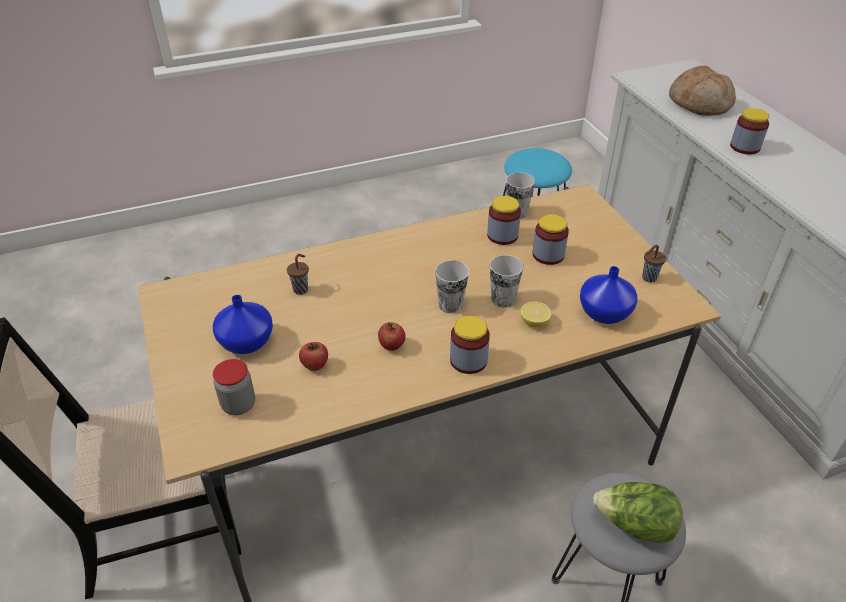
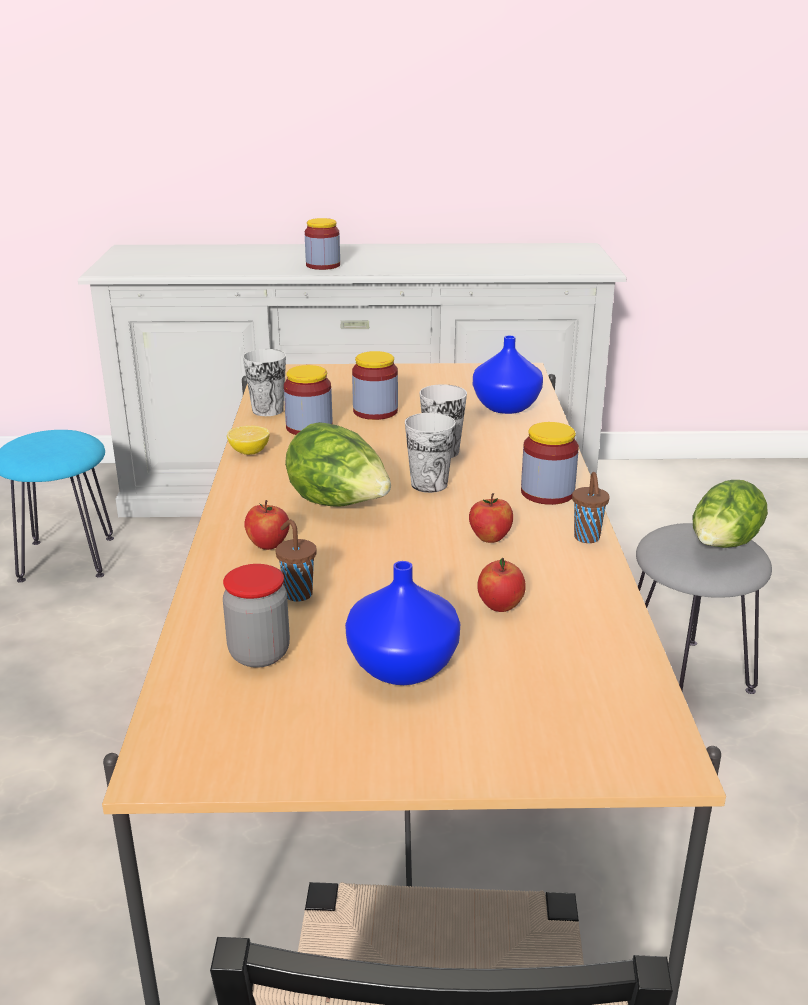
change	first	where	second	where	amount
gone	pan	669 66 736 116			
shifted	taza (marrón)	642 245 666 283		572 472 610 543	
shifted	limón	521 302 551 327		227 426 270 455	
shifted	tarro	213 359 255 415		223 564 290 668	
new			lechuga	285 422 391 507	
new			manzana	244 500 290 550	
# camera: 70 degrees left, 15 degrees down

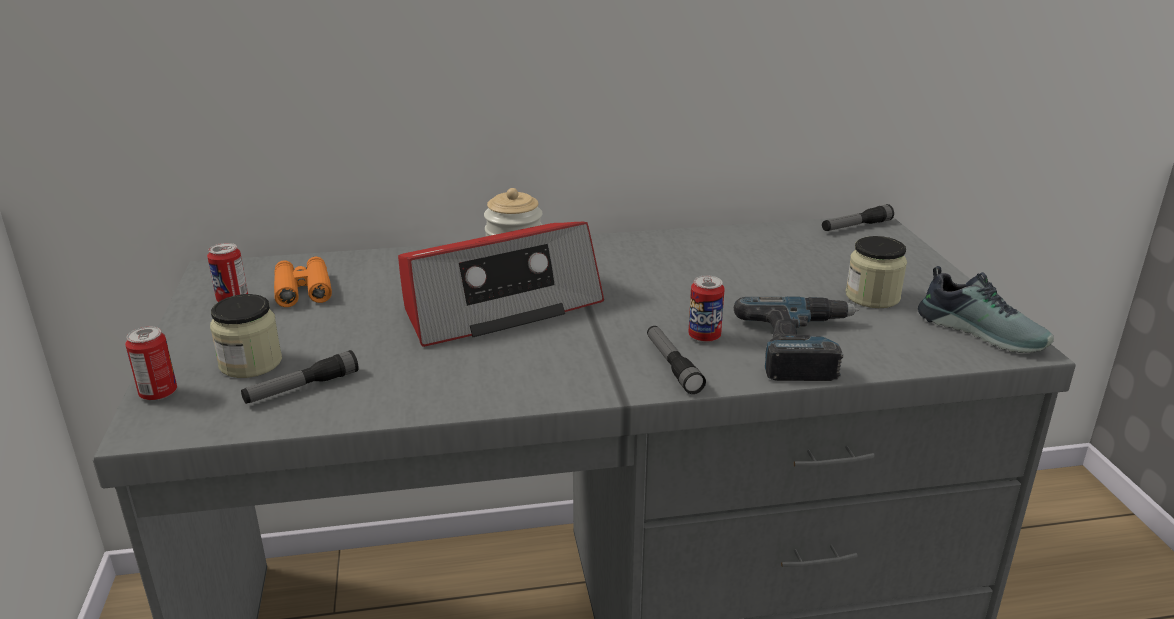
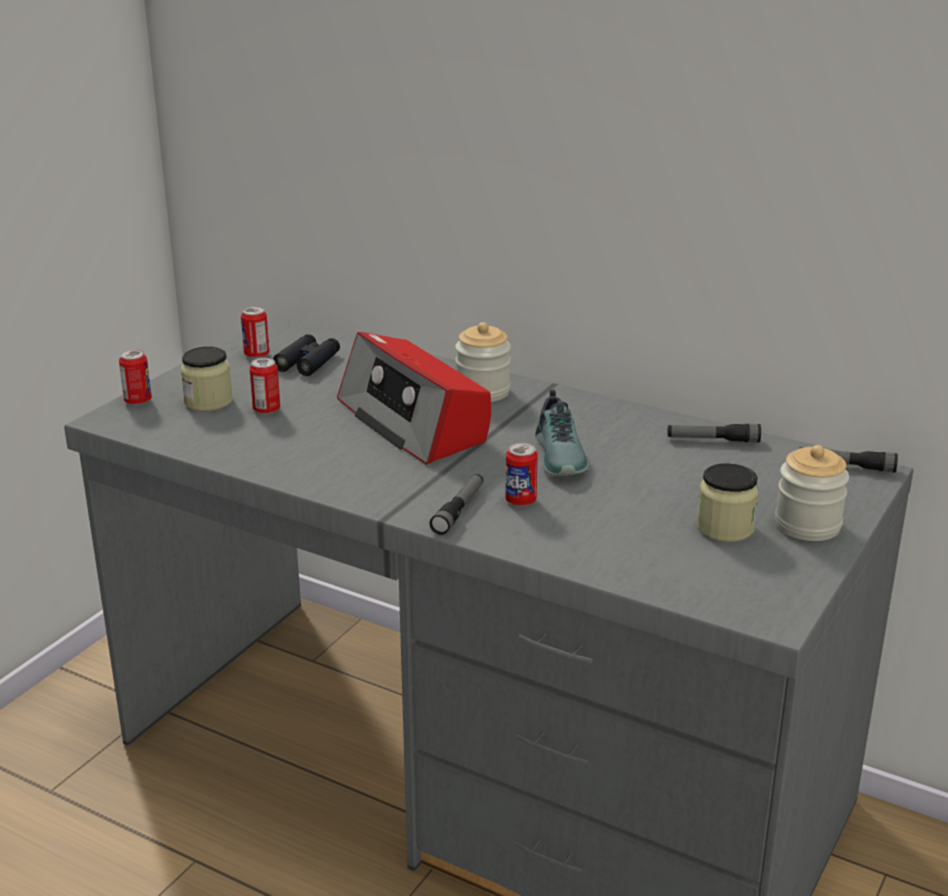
change	first	where	second	where	amount
rotated	radio	398 221 604 347		337 332 491 465	45 degrees clockwise
repainted	prismáticos (naranja)	274 257 332 307	prismáticos (negro)	273 334 340 376	
shifted	zapato	918 266 1054 353		535 390 589 476	
gone	taladro	734 296 859 381			
shifted	linterna	241 350 359 404		668 424 761 442	
new			lata	249 358 280 414	
new			tarro	775 445 849 541	
# camera: 40 degrees right, 0 degrees up

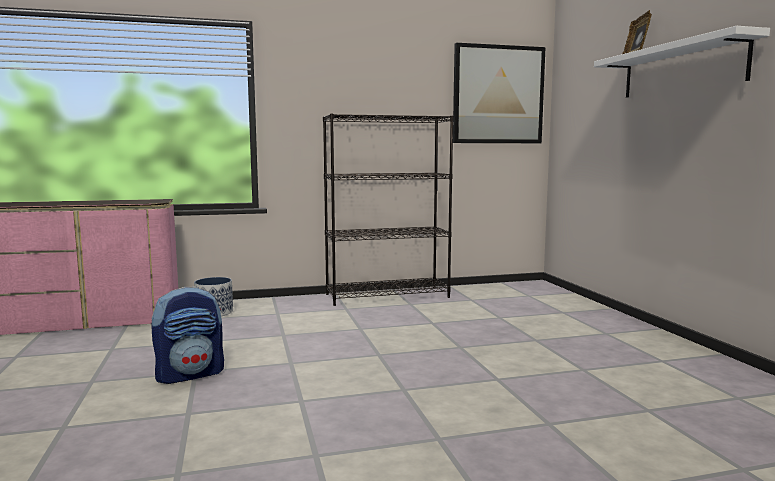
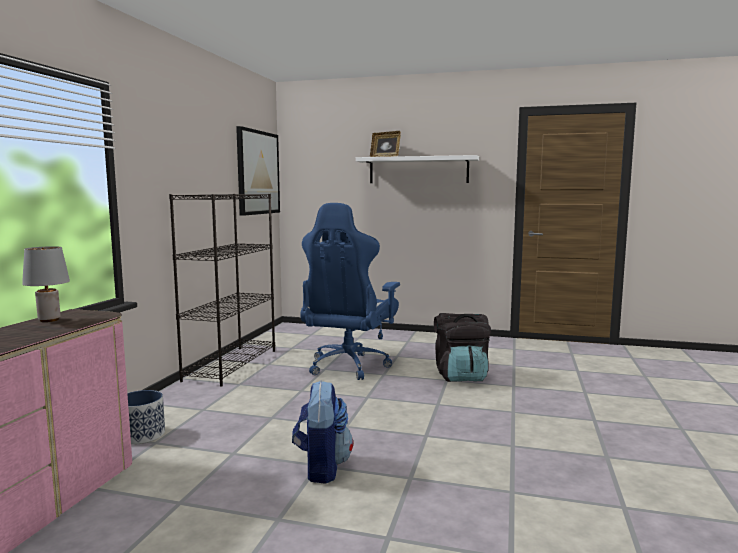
change	first	where	second	where	amount
new			silla de oficina (azul)	300 203 400 380	
new			lámpara de mesa (gris)	22 246 70 322	
new			mochila (negro)	434 313 491 382	
# camera: 60 degrees left, 0 degrees up

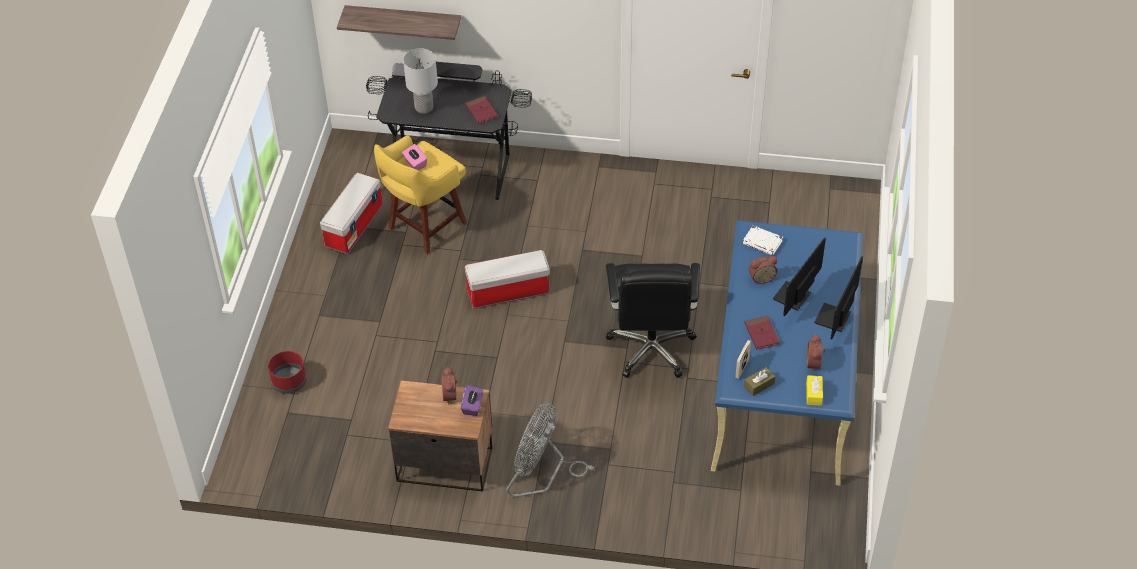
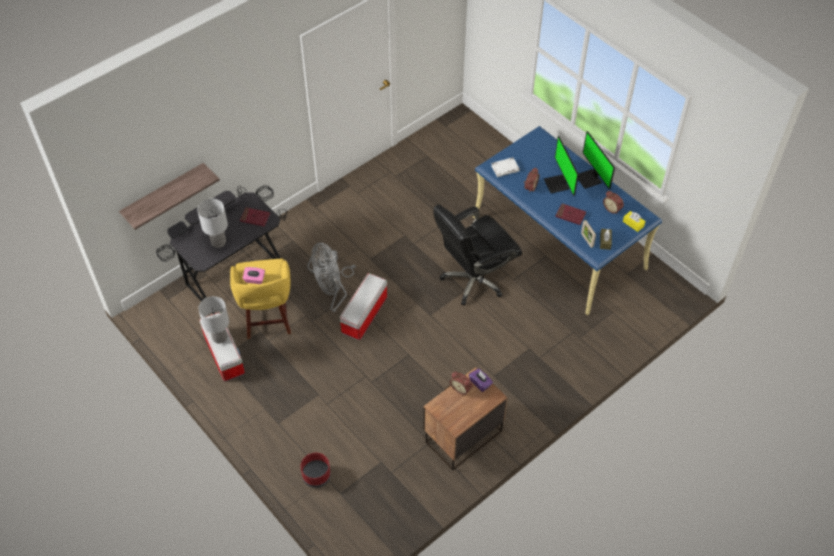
change	first	where	second	where	amount
rotated	silla de oficina (negro)	606 263 700 378		433 205 522 306	105 degrees clockwise
shifted	ventilador (gris)	506 403 595 498		307 242 357 312	
new			lámpara de mesa (gris)	198 296 229 344	
# camera: 50 degrees left, 5 degrees up

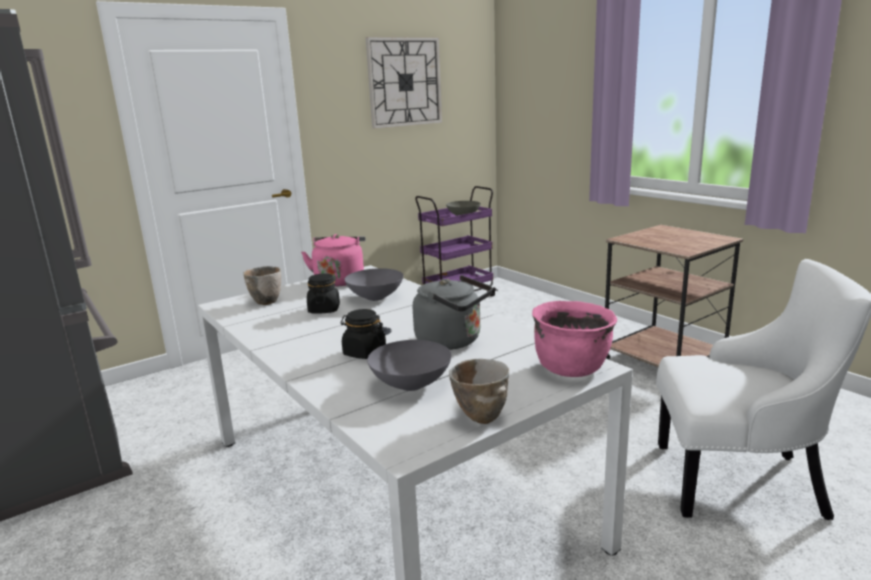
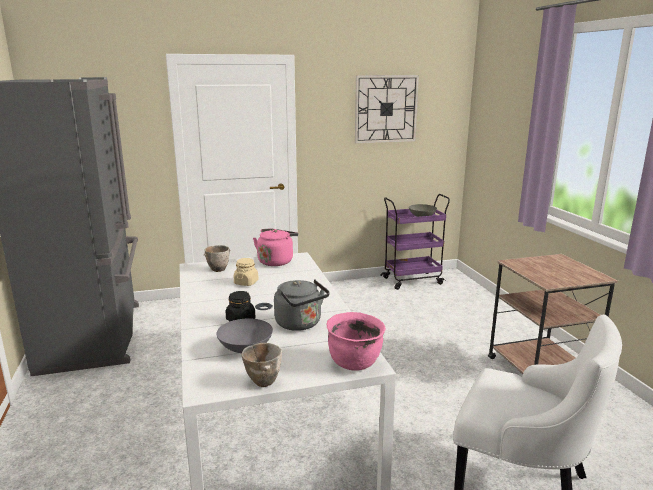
change	first	where	second	where	amount
gone	cuenco (gris)	345 268 404 301			
repainted	tarro (negro)	307 274 340 314	tarro (beis)	233 258 259 286	
# camera: 20 degrees right, 0 degrees up

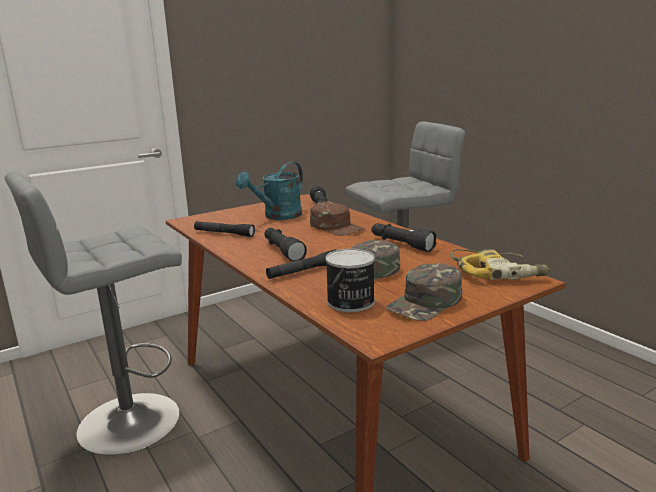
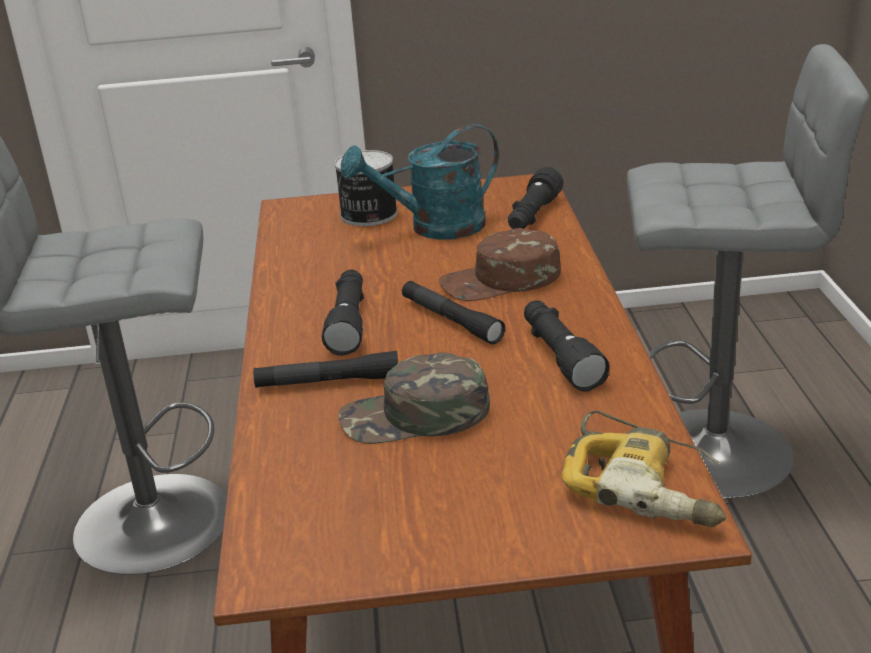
change	first	where	second	where	amount
rotated	gorra (marrón)	310 202 365 236		439 228 561 301	90 degrees clockwise
shifted	linterna (negro)	194 221 255 237		402 281 505 344	
shifted	lata	326 249 375 312		334 150 398 226	
gone	gorra (verde)	386 263 462 321			
# camera: 30 degrees right, 10 degrees up

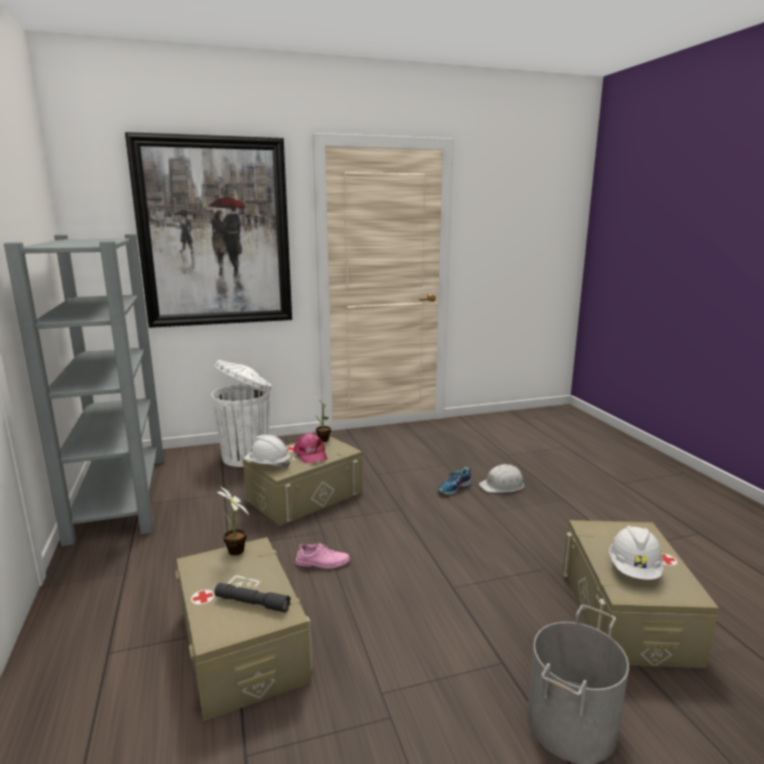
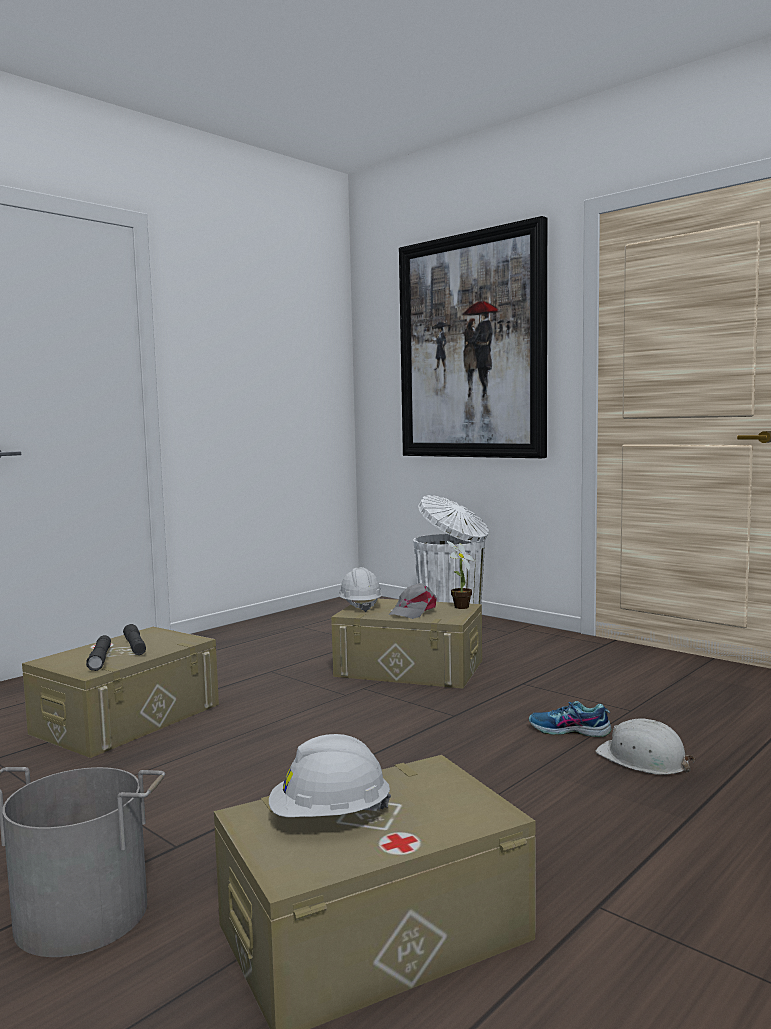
change	first	where	second	where	amount
gone	estantería (gris)	4 234 164 546			
repainted	gorra (rosa)	294 433 327 463	gorra (gris)	389 583 436 619	
gone	planta en maceta	217 486 250 555			
gone	zapato (rosa)	295 543 350 569			
new			linterna (gris)	123 624 146 655	
# camera: 60 degrees right, 10 degrees down

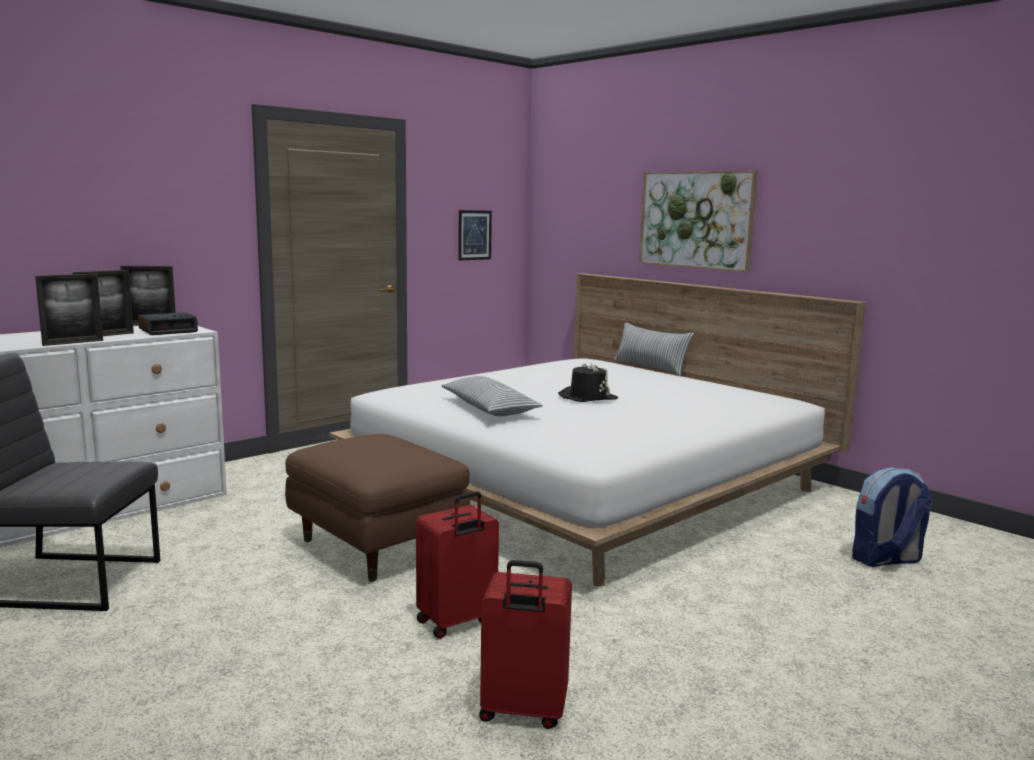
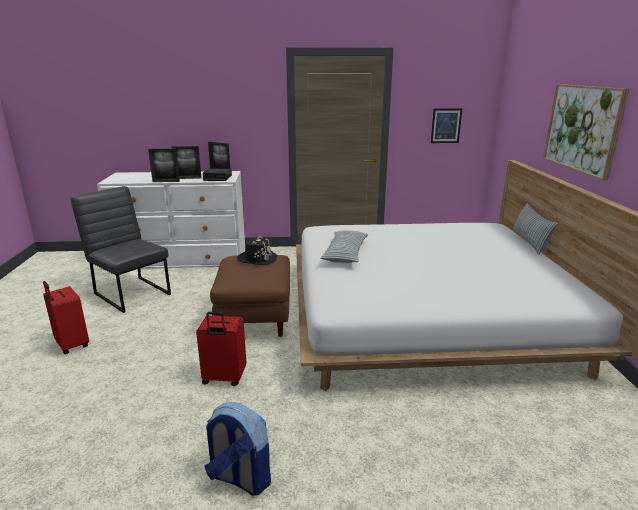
change	first	where	second	where	amount
shifted	sombrero (negro)	558 363 618 402		237 236 277 265	
shifted	mochila	852 467 931 567		204 402 271 496	
shifted	maleta (rojo)	479 560 572 729		43 281 89 354	
# camera: 40 degrees right, 10 degrees up

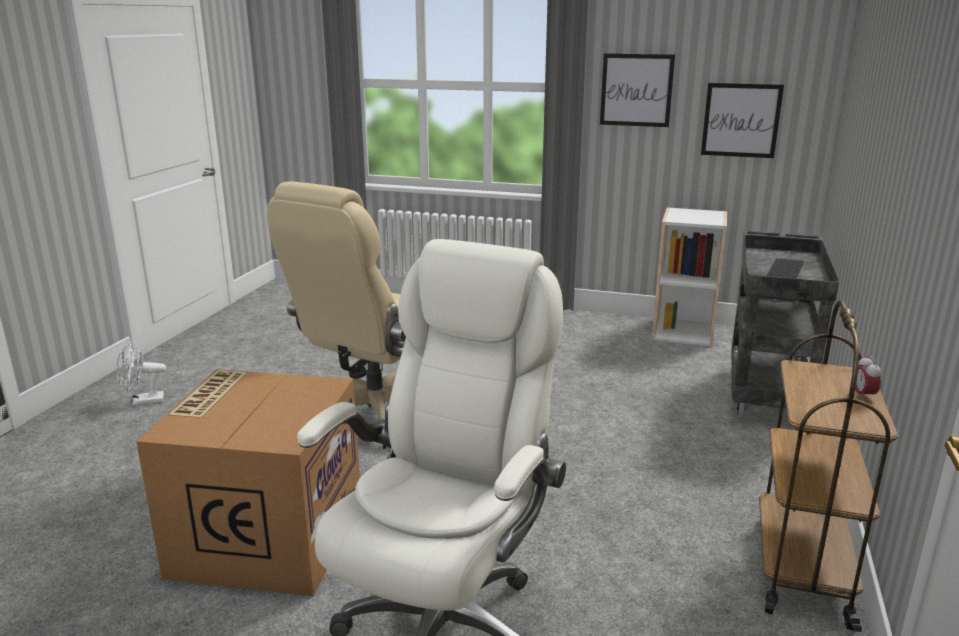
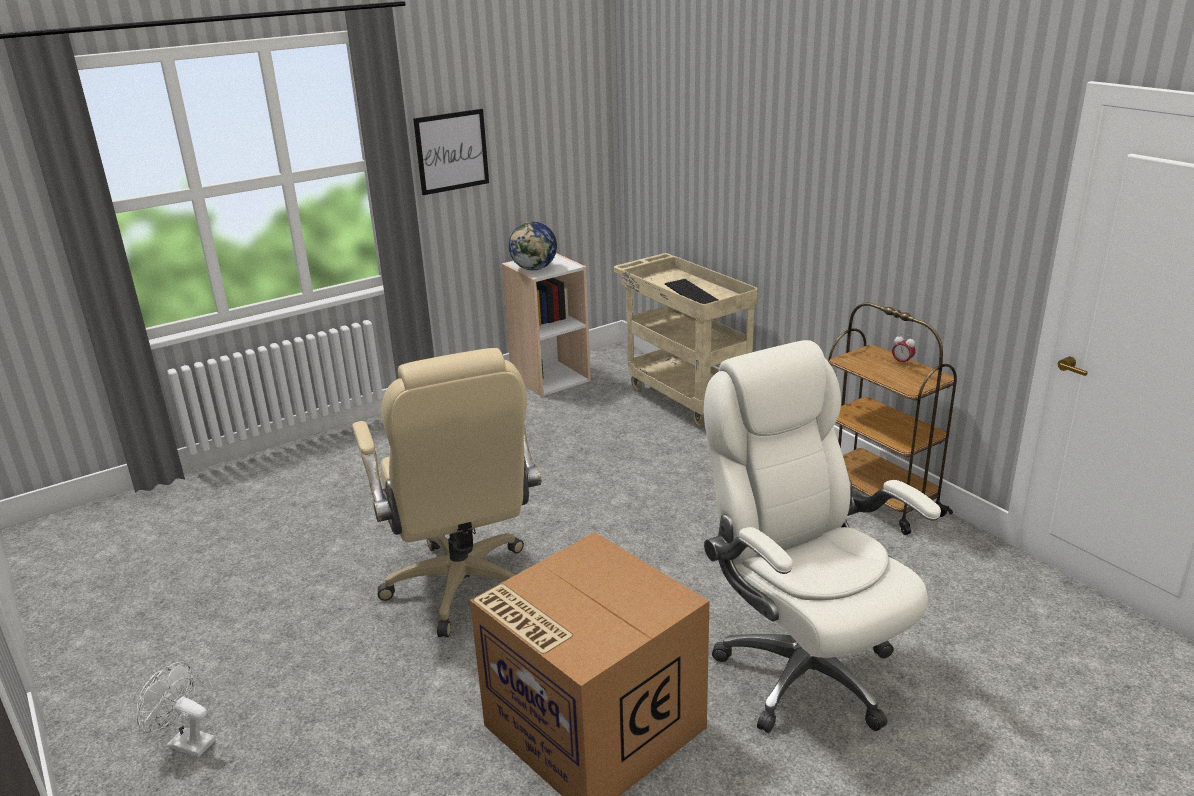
change	first	where	second	where	amount
gone	cuadro	701 83 784 158			
repainted	carrito (negro)	731 231 839 419	carrito (beis)	614 253 758 428	
rotated	ventilador (blanco)	116 342 166 406		137 662 216 757	90 degrees clockwise
new			globo terráqueo	509 221 557 270	
# camera: 50 degrees left, 5 degrees up

